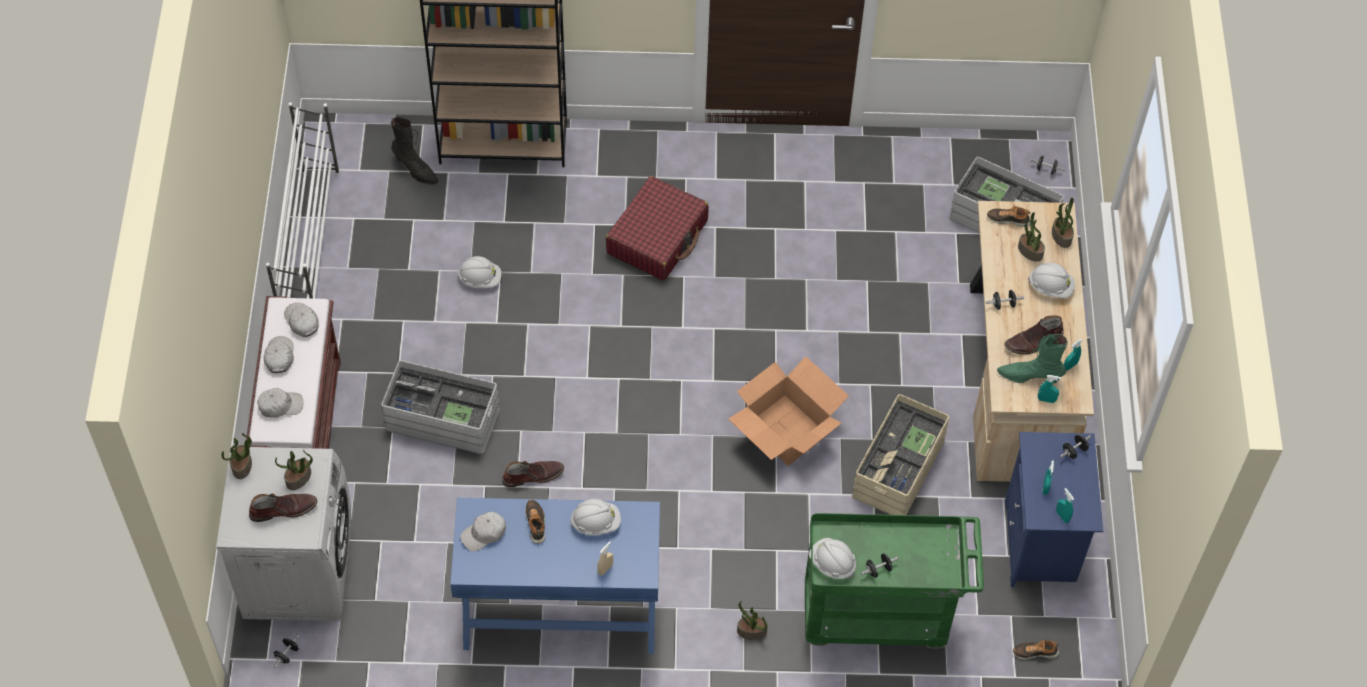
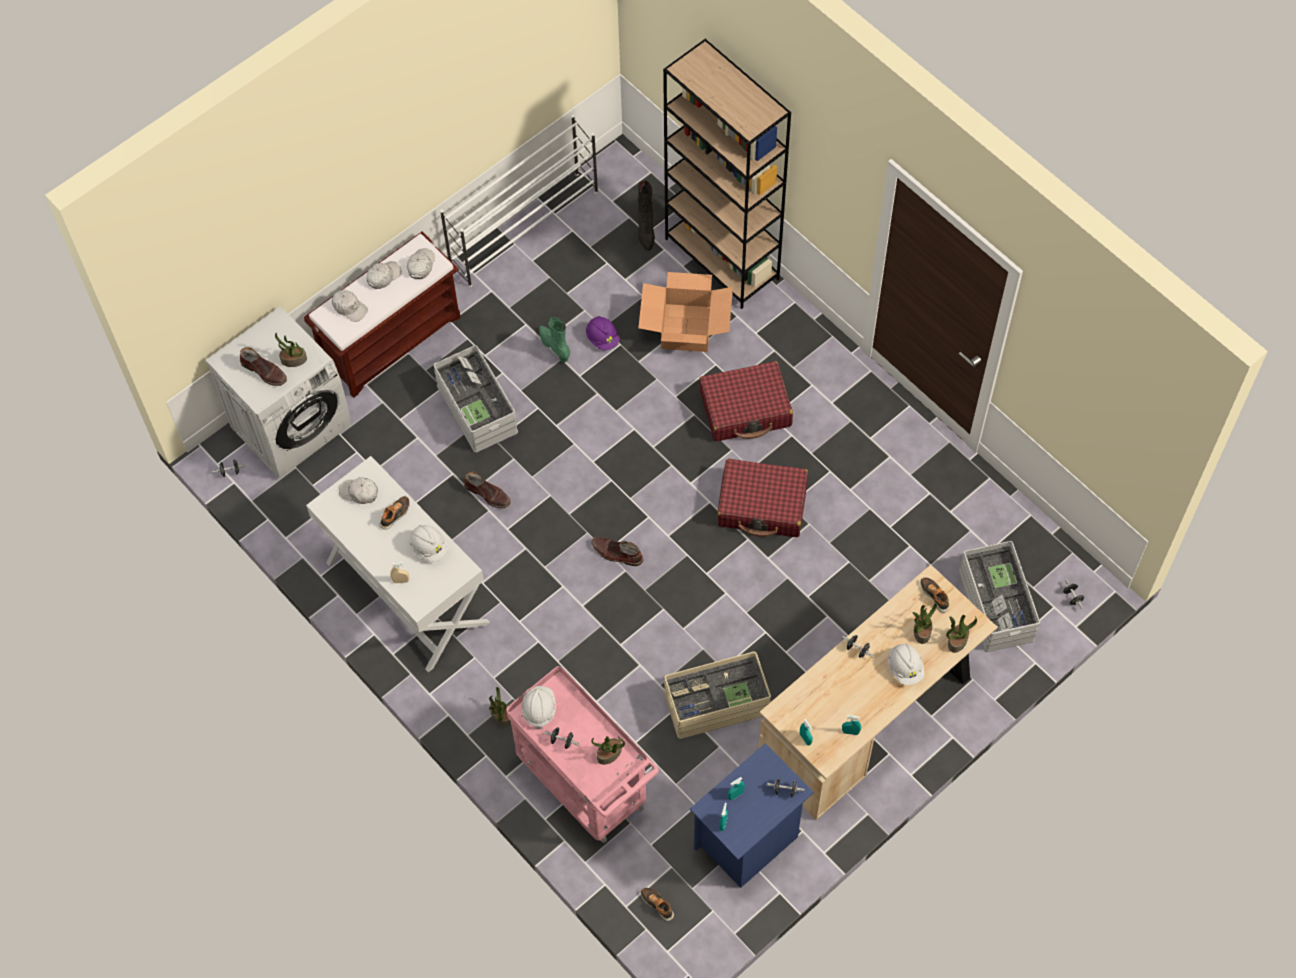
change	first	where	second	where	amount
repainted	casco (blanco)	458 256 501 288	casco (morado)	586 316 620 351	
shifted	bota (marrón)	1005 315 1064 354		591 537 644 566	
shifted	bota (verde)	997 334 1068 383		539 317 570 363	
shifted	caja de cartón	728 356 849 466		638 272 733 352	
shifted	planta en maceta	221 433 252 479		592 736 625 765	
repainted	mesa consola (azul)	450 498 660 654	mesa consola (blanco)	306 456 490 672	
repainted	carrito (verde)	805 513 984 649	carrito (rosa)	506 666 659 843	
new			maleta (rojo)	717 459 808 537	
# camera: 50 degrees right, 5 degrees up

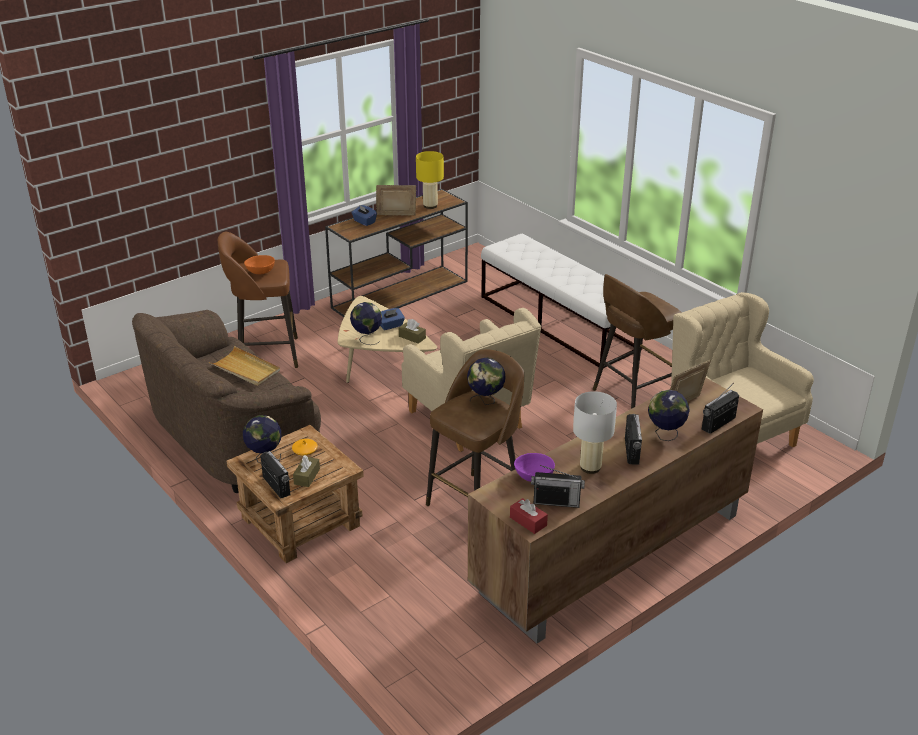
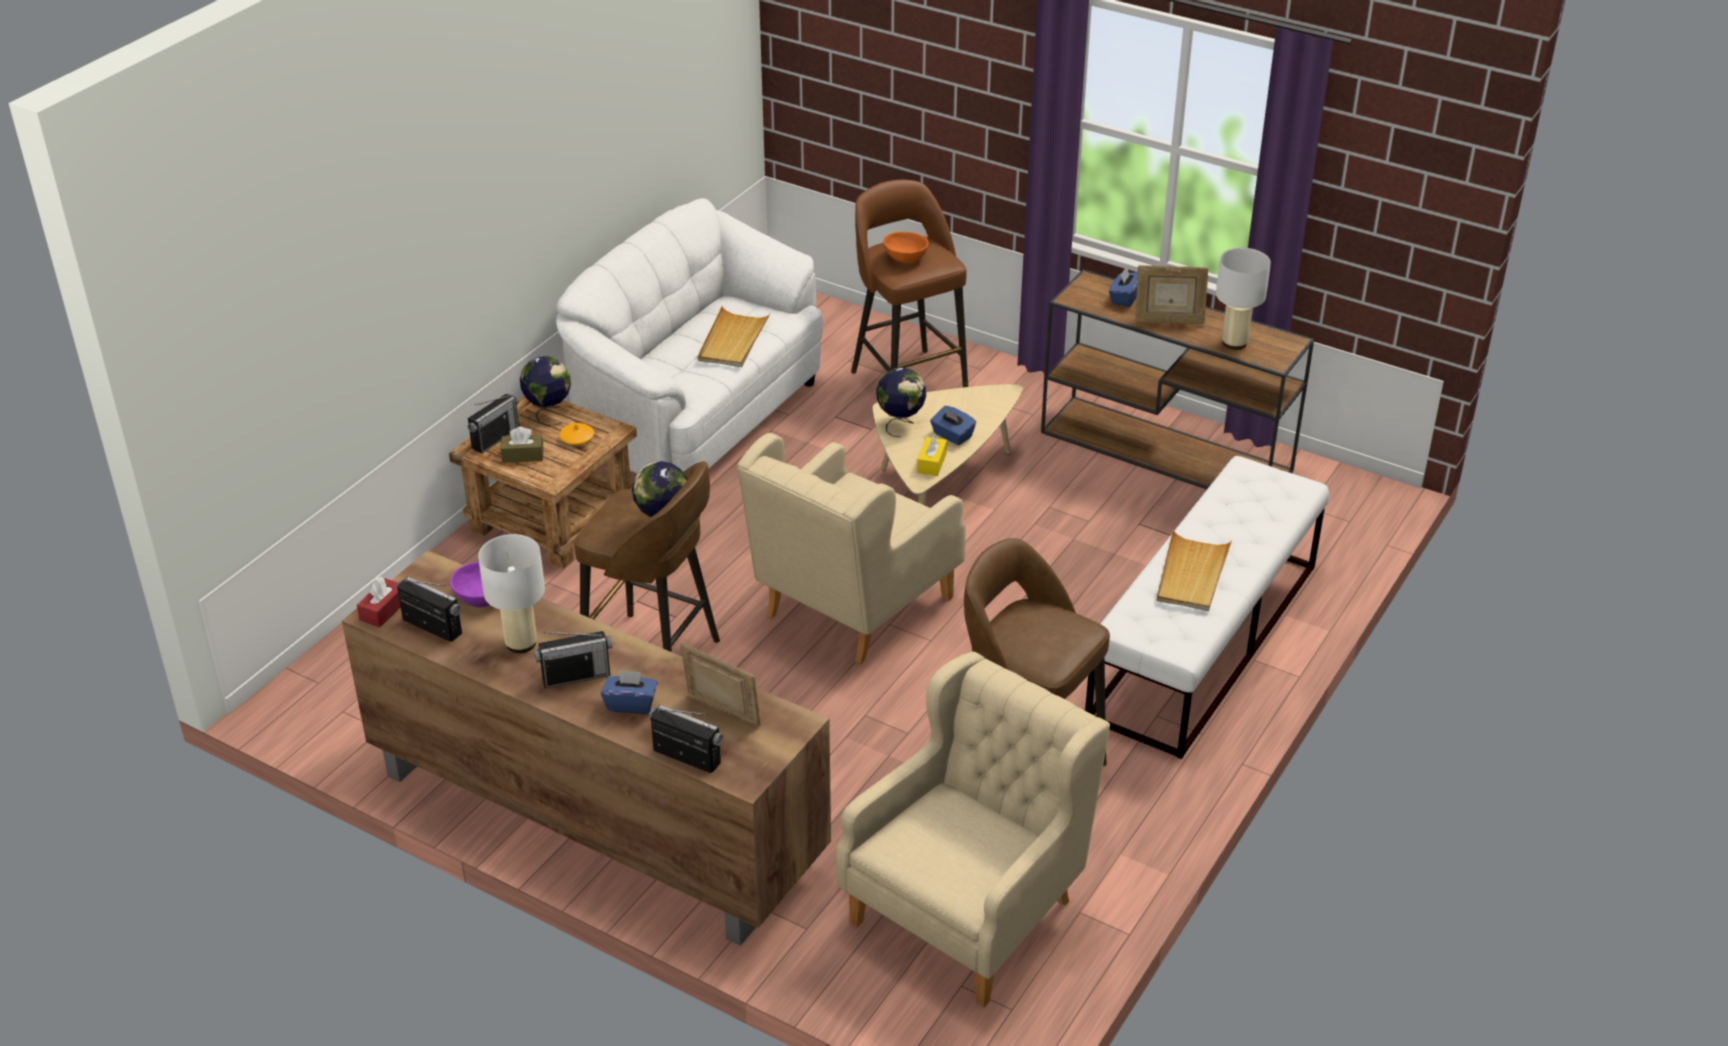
change	first	where	second	where	amount
repainted	lámpara de mesa (amarillo)	416 151 444 209	lámpara de mesa (blanco)	1216 248 1271 350	
rotated	portarretratos	376 185 416 216		1135 265 1208 324	120 degrees clockwise
repainted	sofá (marrón)	132 310 321 493	sofá (blanco)	556 198 823 474	
repainted	caja de pañuelos (marrón)	399 319 426 344	caja de pañuelos (amarillo)	917 434 947 476	
swapped	globo terráqueo	648 390 690 441	caja de pañuelos (azul)	601 669 658 714	
rotated	radio	531 465 585 508		397 577 462 642	135 degrees clockwise
new			bandeja (beis)	1157 529 1232 611	
# camera: 70 degrees right, 5 degrees up

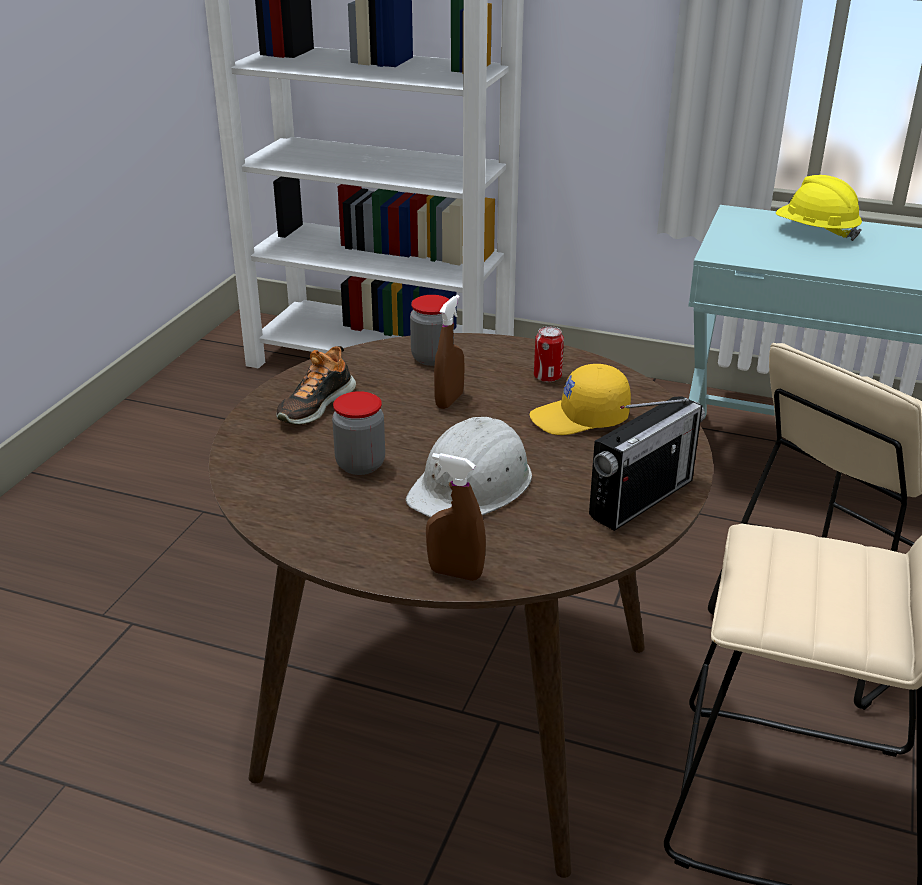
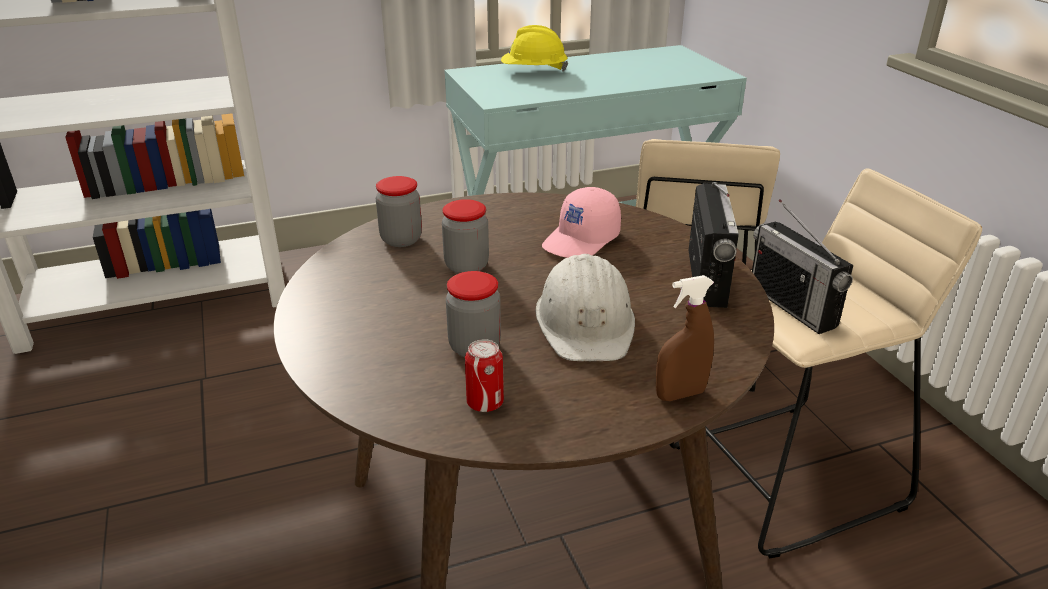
change	first	where	second	where	amount
swapped	pulverizador (marrón)	434 295 465 409	tarro	442 199 489 274	
shifted	lata	534 326 564 382		465 339 504 412	
gone	zapato	276 346 356 425			
repainted	gorra (amarillo)	530 364 631 435	gorra (rosa)	542 187 621 258	
new			radio	752 199 853 334	
# camera: 40 degrees left, 0 degrees up

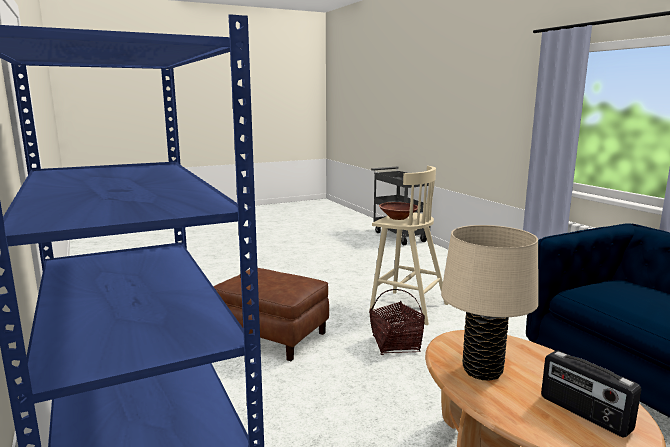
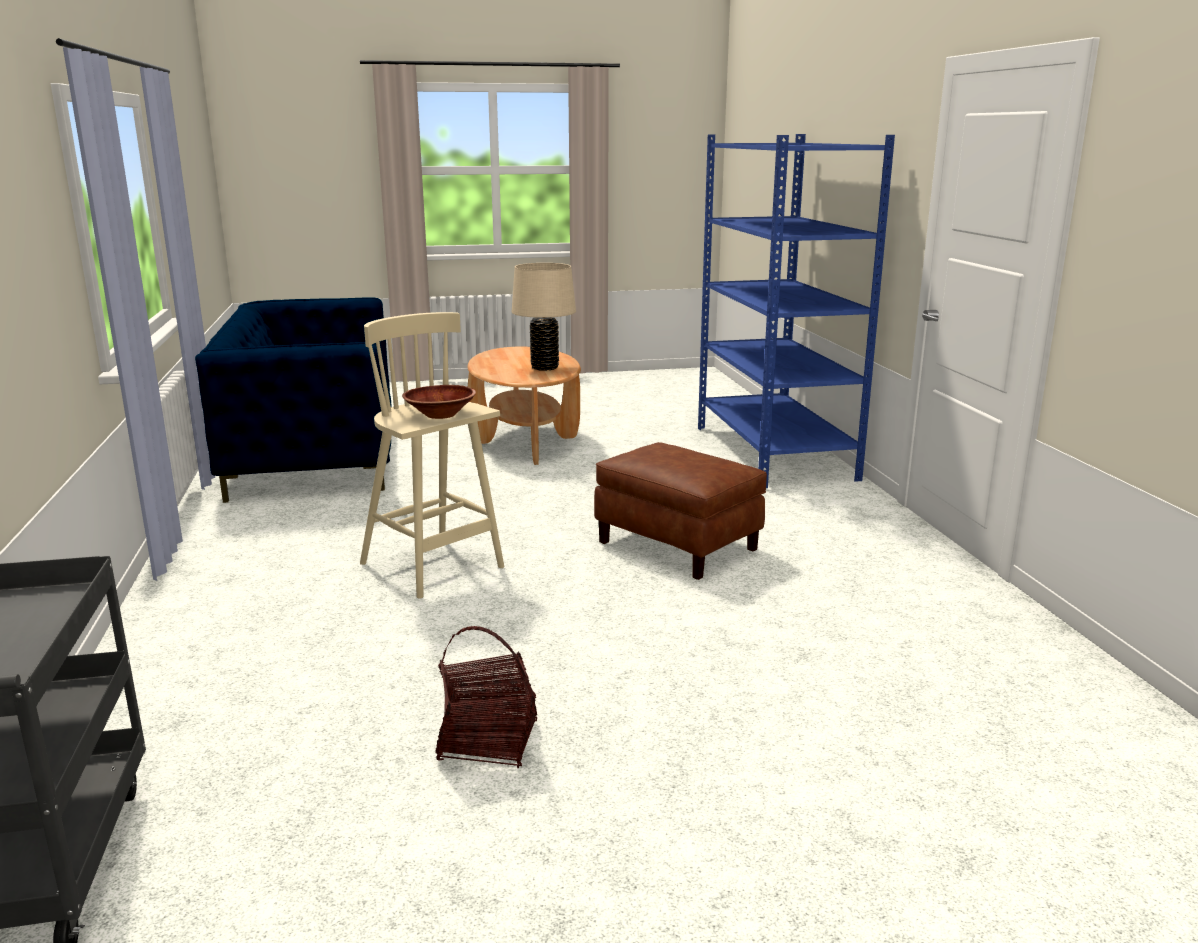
change	first	where	second	where	amount
shifted	cesta	369 289 425 355		435 626 537 768	
gone	radio	541 350 641 438			
# camera: 165 degrees left, 5 degrees up

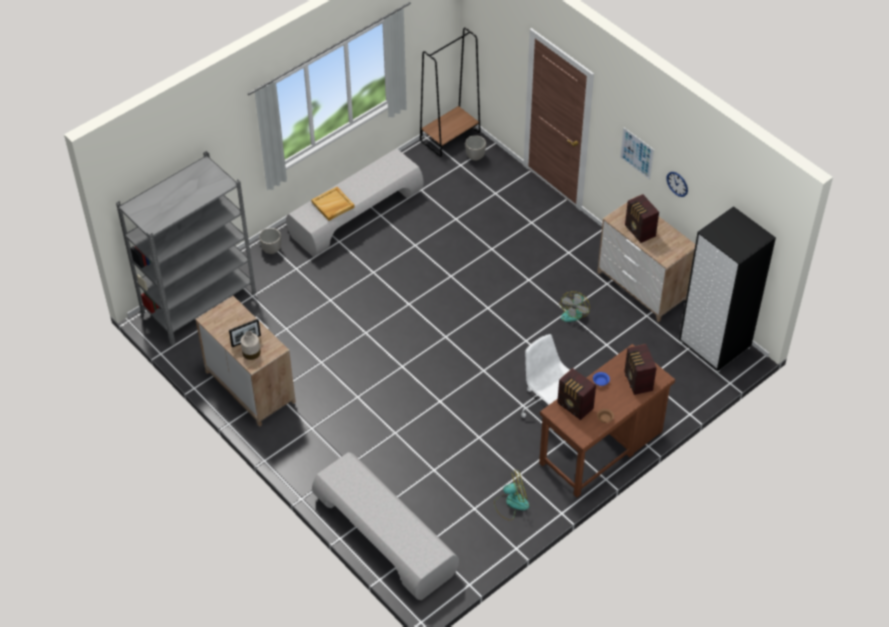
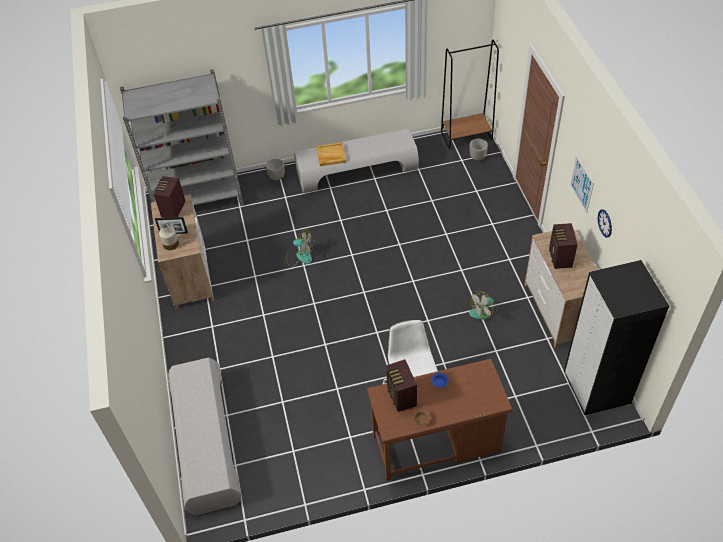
change	first	where	second	where	amount
shifted	radio	624 344 657 395		154 176 185 218	
shifted	ventilador	494 470 529 521		286 229 313 267	
# camera: 30 degrees right, 0 degrees up

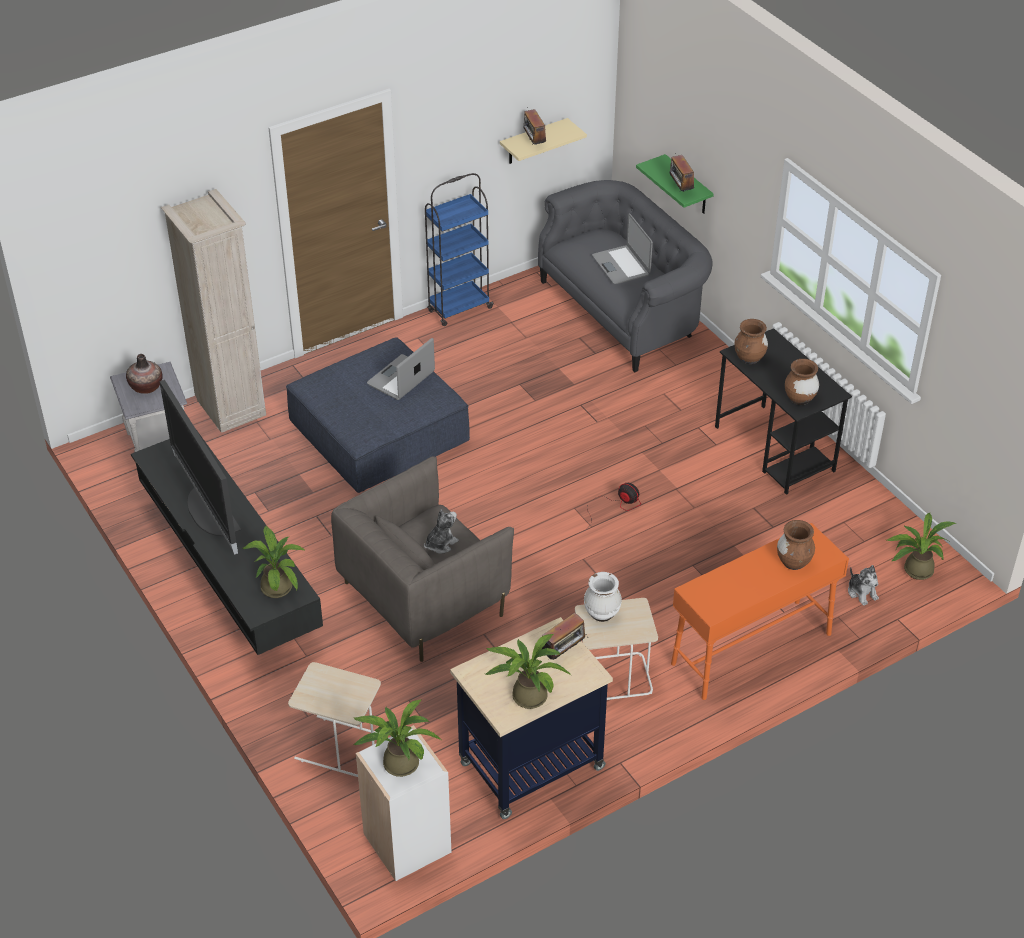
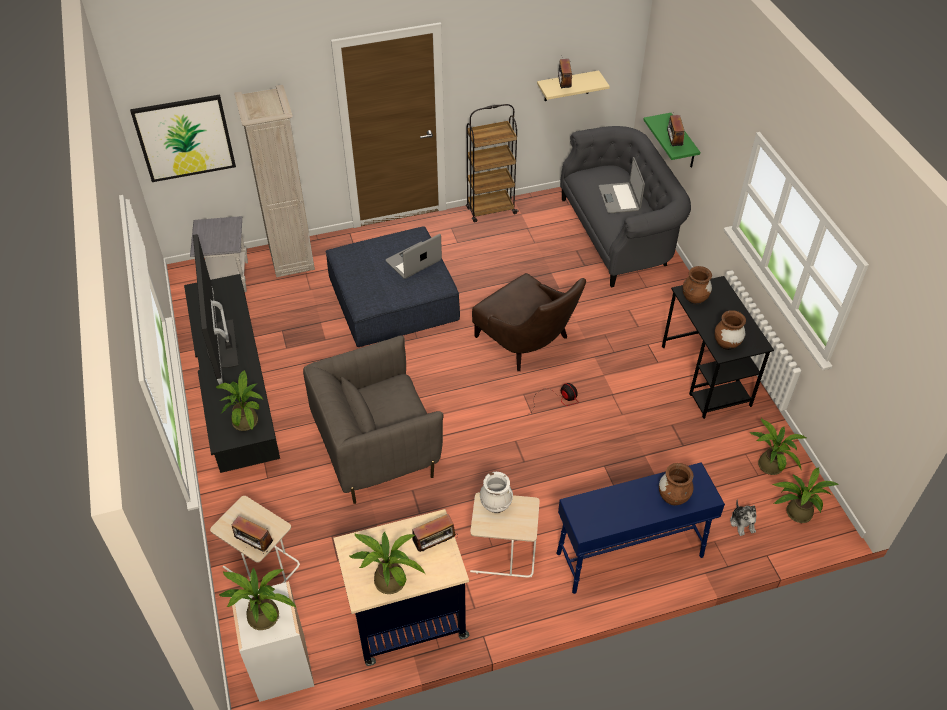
change	first	where	second	where	amount
repainted	carrito (azul)	425 173 495 326	carrito (marrón)	466 104 518 222	
gone	florero	126 354 163 394			
gone	peluche	424 509 459 554			
repainted	mesa consola (naranja)	671 523 849 700	mesa consola (azul)	557 462 725 594	
new			cuadro	130 94 236 182	
new			sillón (marrón)	472 273 586 371	
new			planta en maceta	750 418 806 475	
new			radio	231 516 273 554	
# camera: 15 degrees right, 5 degrees up

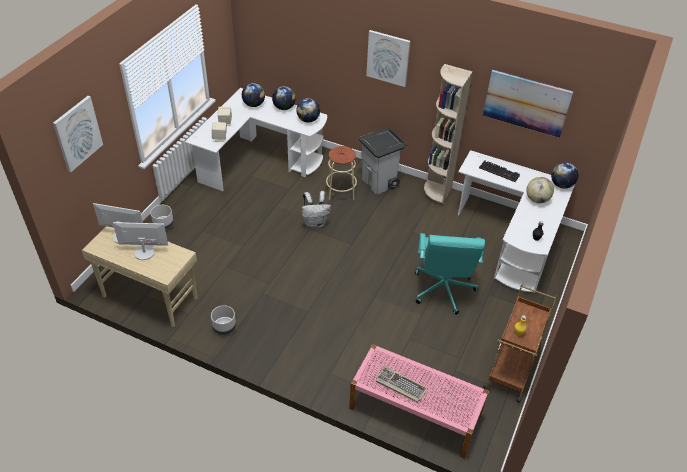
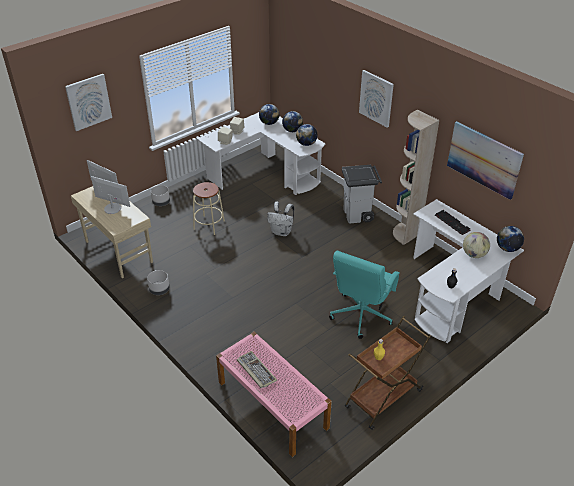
change	first	where	second	where	amount
shifted	taburete (beis)	326 146 357 200		193 182 225 235	
# camera: 25 degrees right, 5 degrees down

